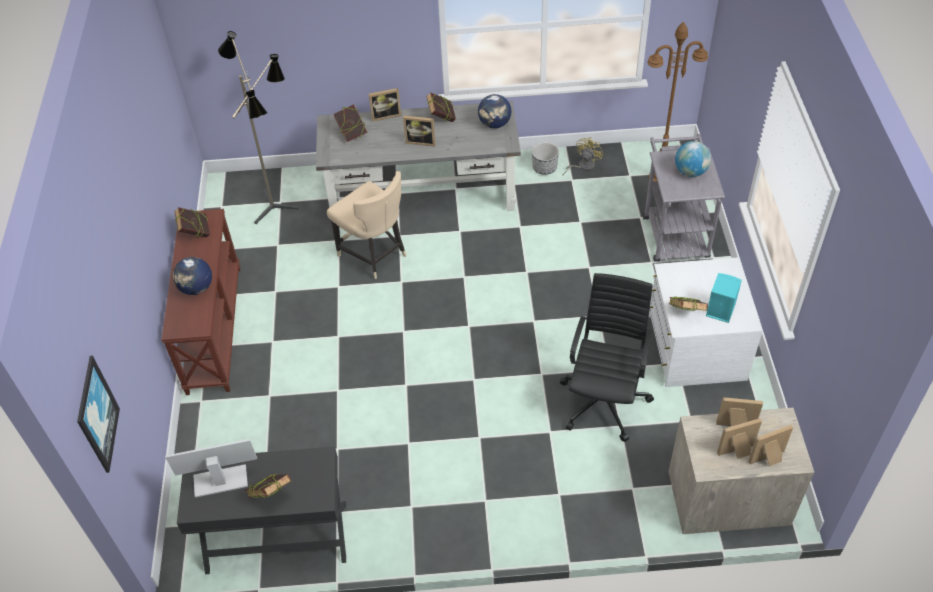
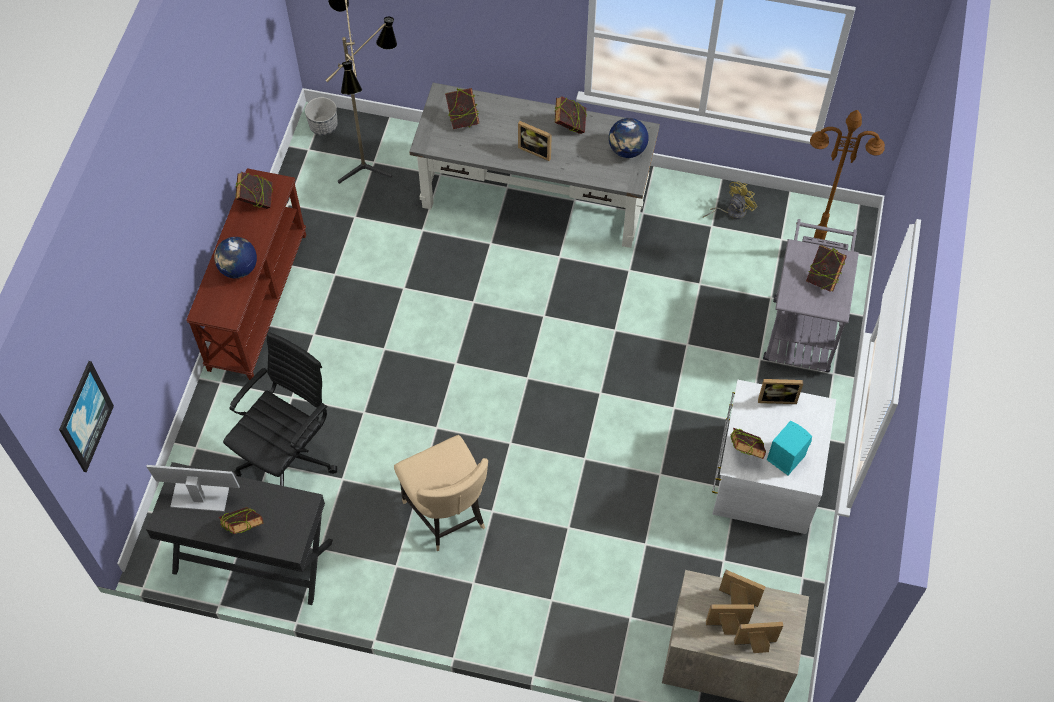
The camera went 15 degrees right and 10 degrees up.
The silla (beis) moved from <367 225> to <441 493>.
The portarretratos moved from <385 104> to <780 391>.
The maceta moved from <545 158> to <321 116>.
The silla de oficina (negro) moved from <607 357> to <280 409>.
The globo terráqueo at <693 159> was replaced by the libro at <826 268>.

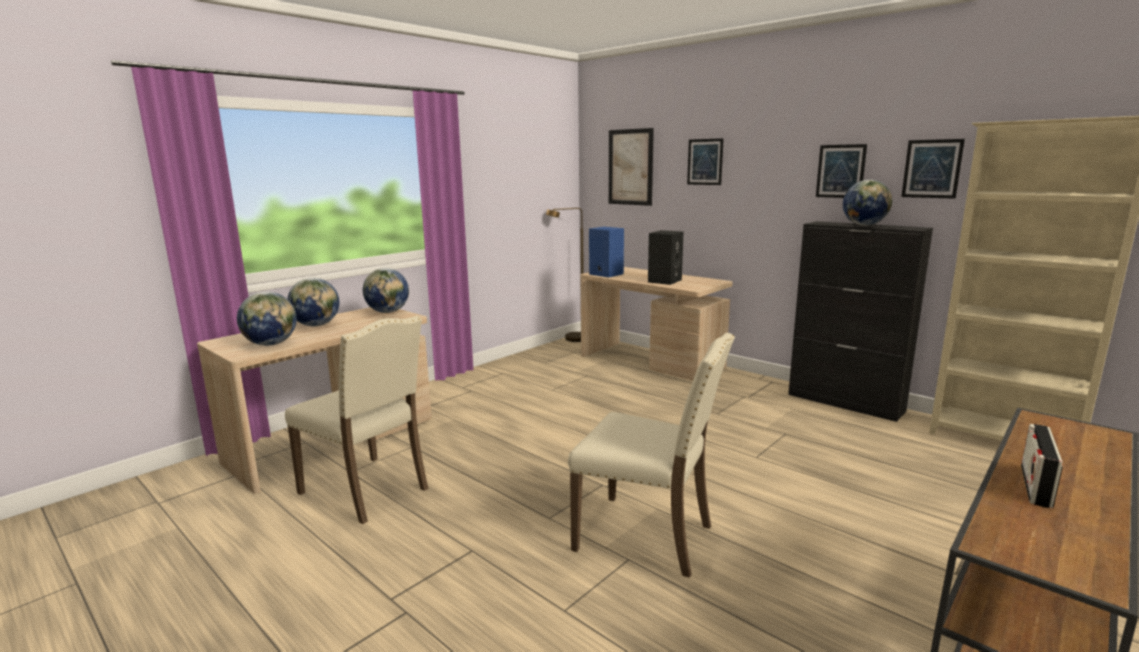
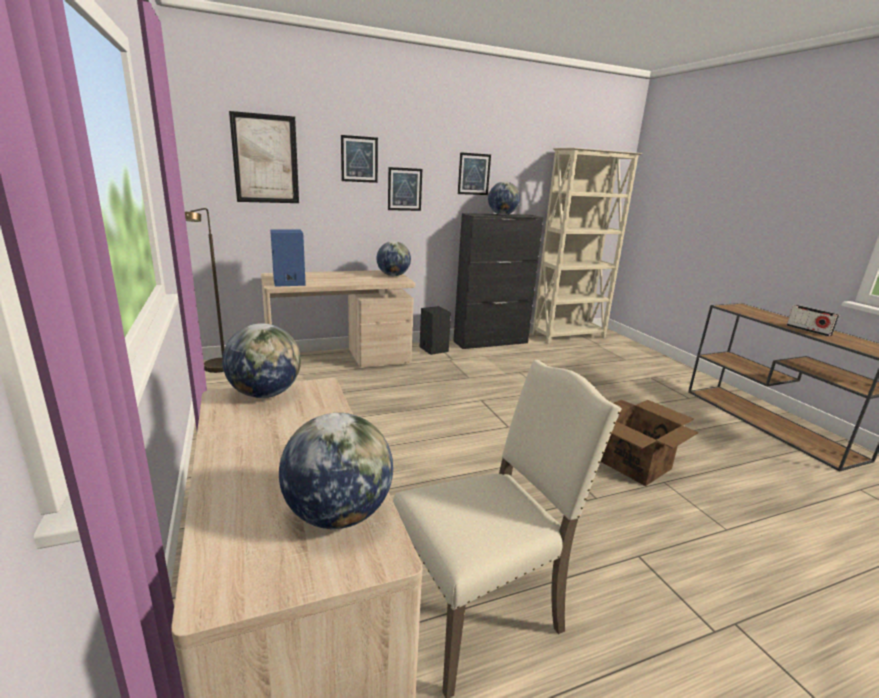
The camera went 65 degrees left and 5 degrees up.
The globo terráqueo moved from <313 302> to <394 258>.
The altavoz (negro) moved from <666 257> to <435 330>.
The cuadro moved from <933 169> to <405 189>.
The silla (beis) at <651 455> was replaced by the caja de cartón at <649 443>.

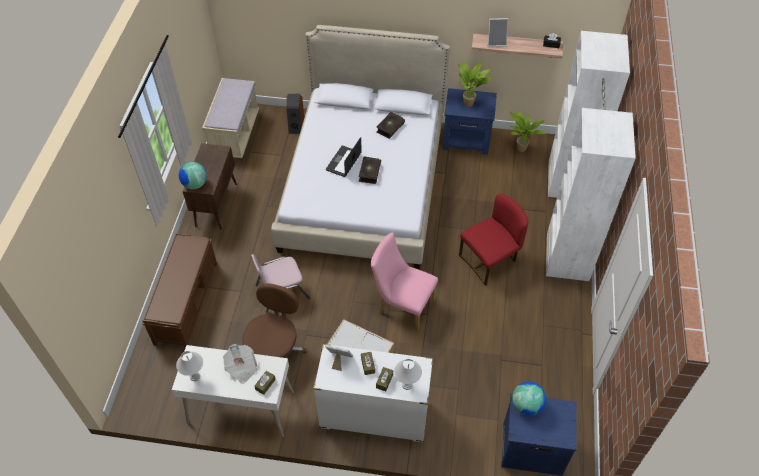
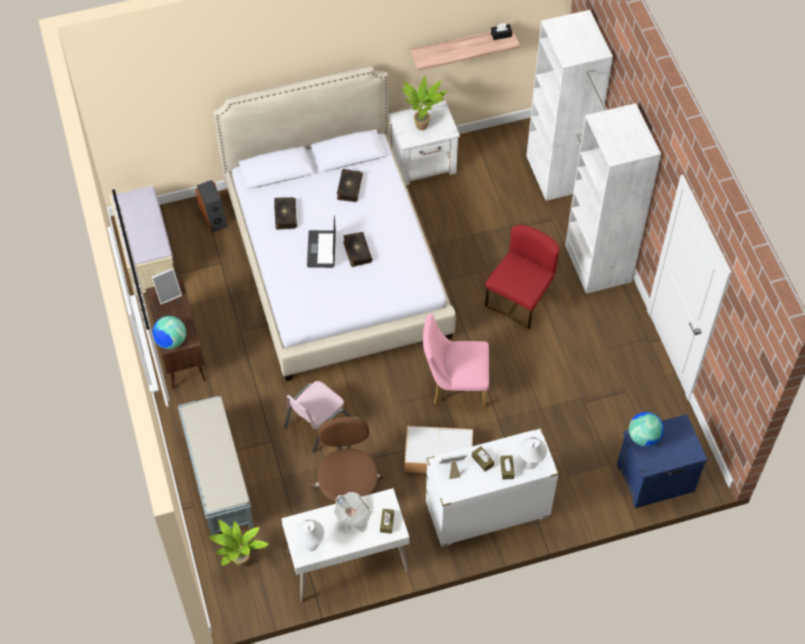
The camera went 25 degrees left and 5 degrees up.
The libro at <285 213> appeared.
The portarretratos moved from <498 32> to <166 286>.
The planta en maceta moved from <528 131> to <239 543>.
The banco (marrón) at <179 290> became the banco (gris) at <216 466>.
The mesita de noche (azul) at <469 121> became the mesita de noche (blanco) at <424 143>.

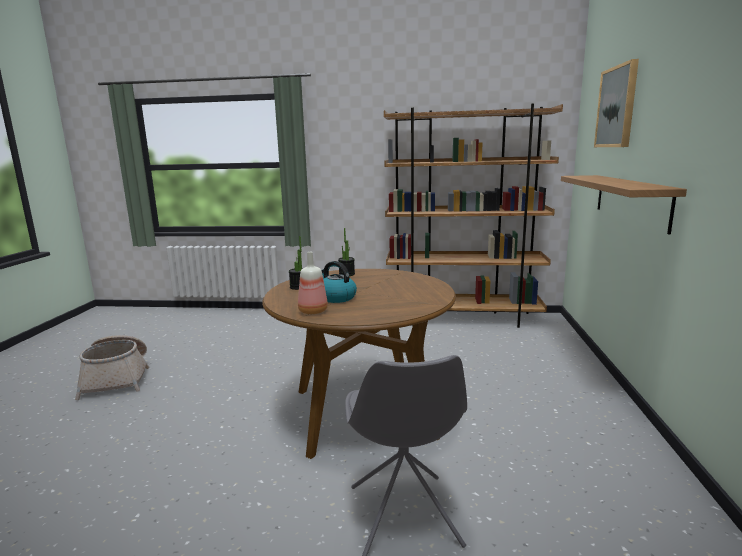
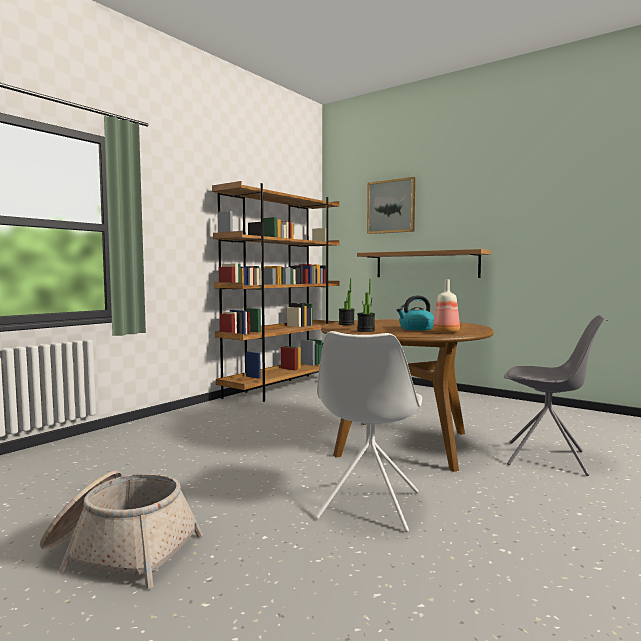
The camera went 60 degrees left and 10 degrees down.
The silla (blanco) at <368 431> appeared.

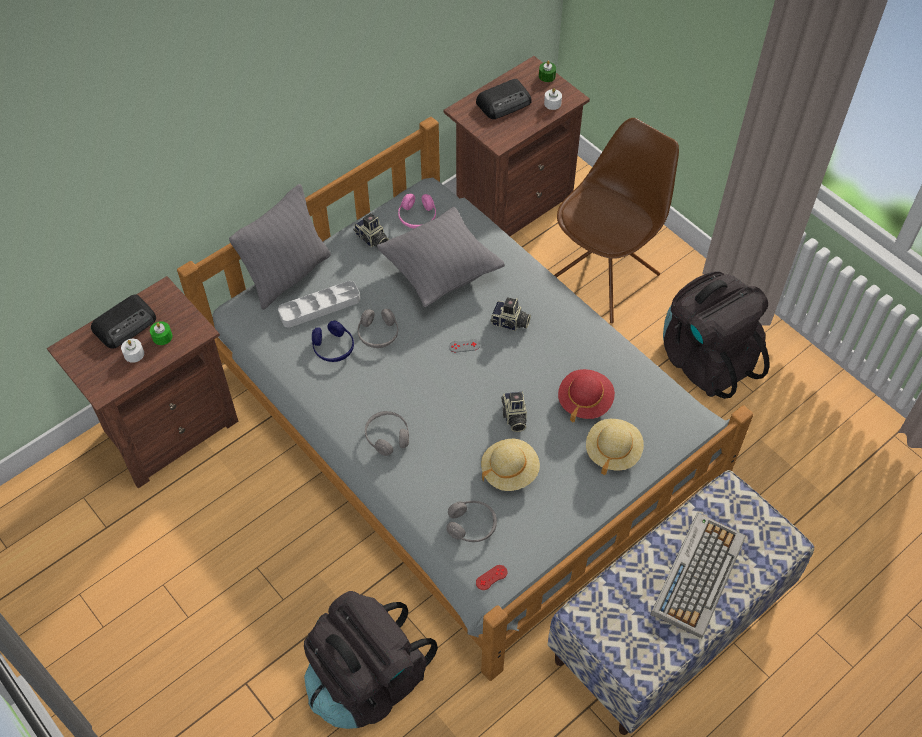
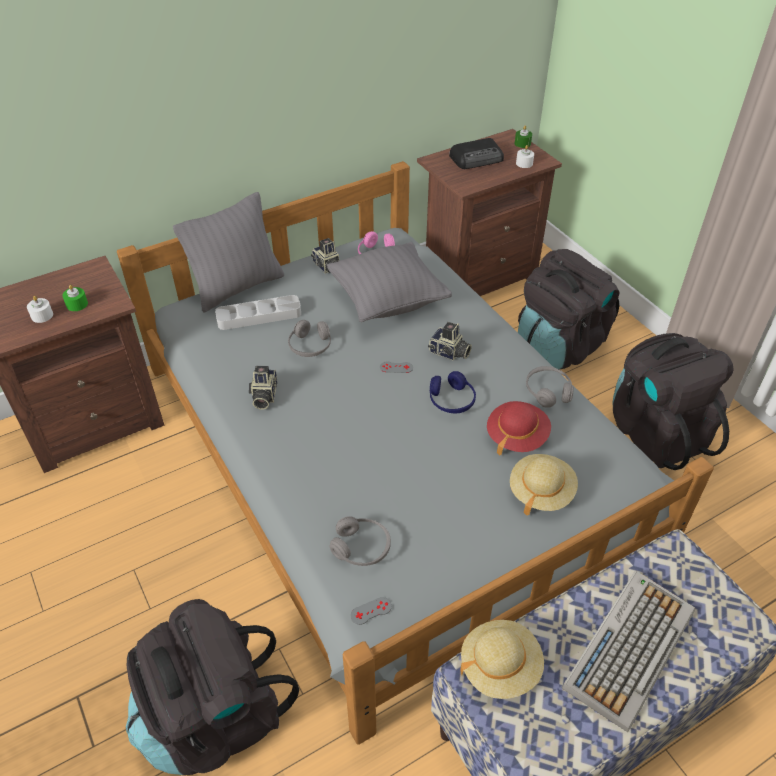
The camera went 10 degrees right and 10 degrees down.
The radio at <123 321> disappeared.
The auriculares (azul) moved from <333 341> to <453 392>.
The auriculares (gris) moved from <387 433> to <550 387>.
The sombrero (beis) moved from <510 465> to <502 659>.
The cámara moved from <514 411> to <263 388>.
The silla (marrón) at <616 220> was replaced by the mochila (negro) at <568 309>.
The mando de consola (rojo) at <491 577> became the mando de consola (gris) at <371 611>.

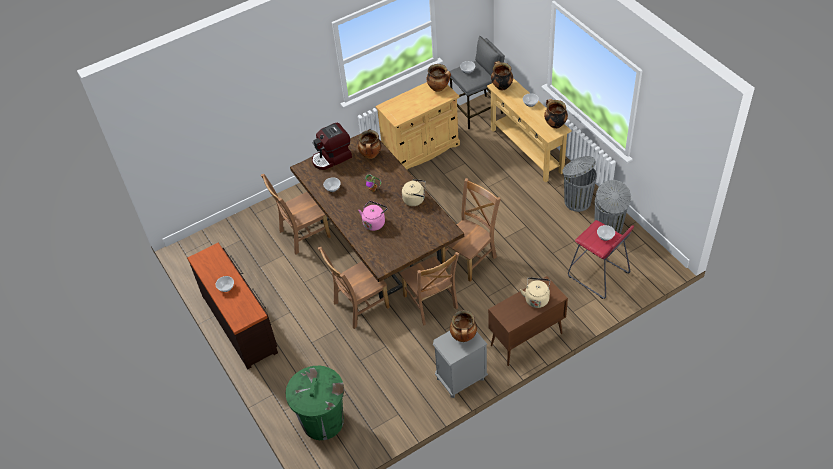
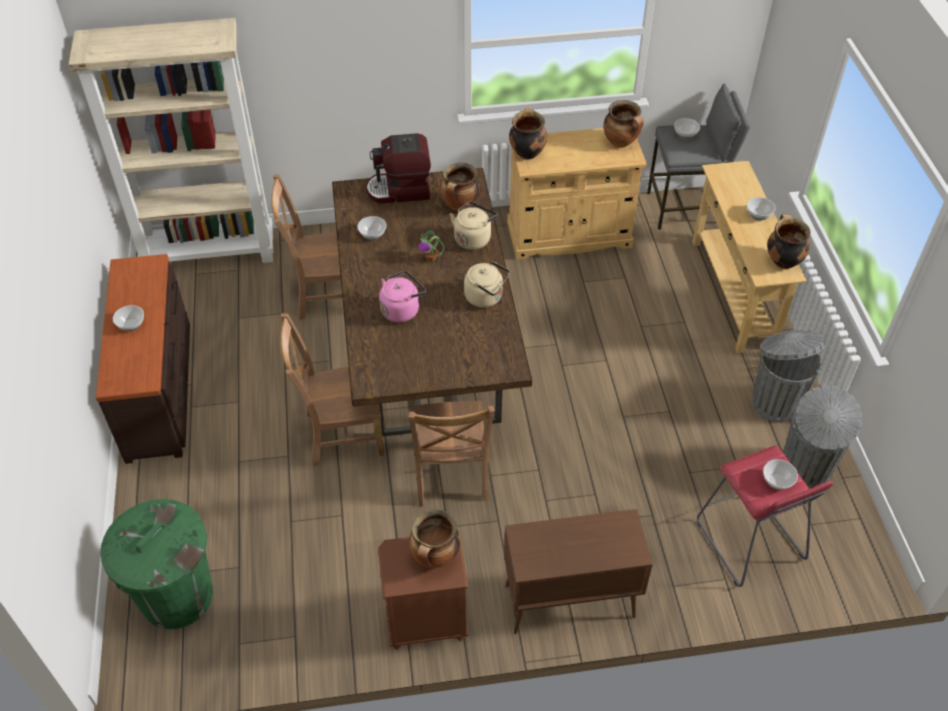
The camera went 20 degrees right and 0 degrees up.
The silla (marrón) at <471 230> disappeared.
The estantería (beis) at <171 140> appeared.
The olla moved from <502 76> to <528 133>.
The hervidor (beis) moved from <535 292> to <473 225>.
The mesita de noche (gris) at <460 364> became the mesita de noche (marrón) at <423 593>.

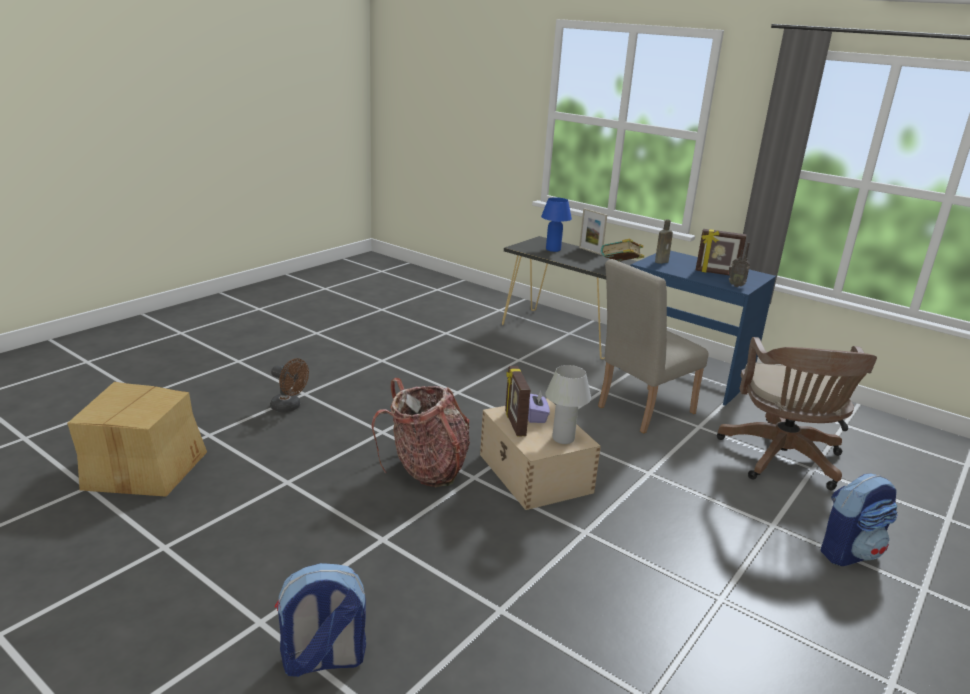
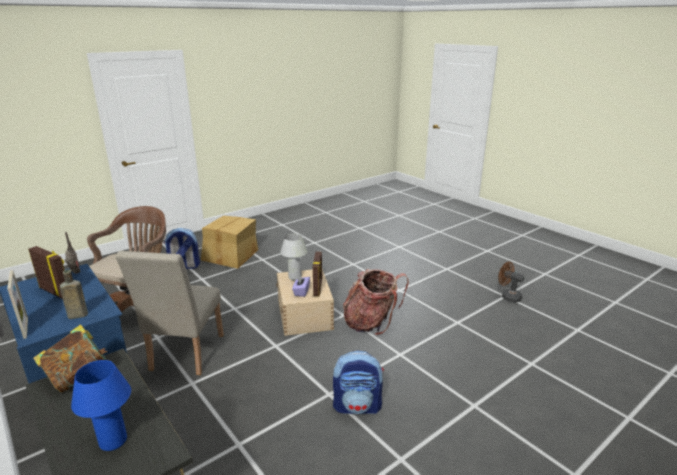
The camera went 165 degrees left and 0 degrees up.
The caja de cartón moved from <137 439> to <229 242>.
The ventilador (marrón) moved from <289 385> to <511 282>.
The mochila moved from <320 620> to <358 382>.
The portarretratos moved from <593 231> to <17 304>.
The silla (beis) at <653 346> turned 120 degrees clockwise.

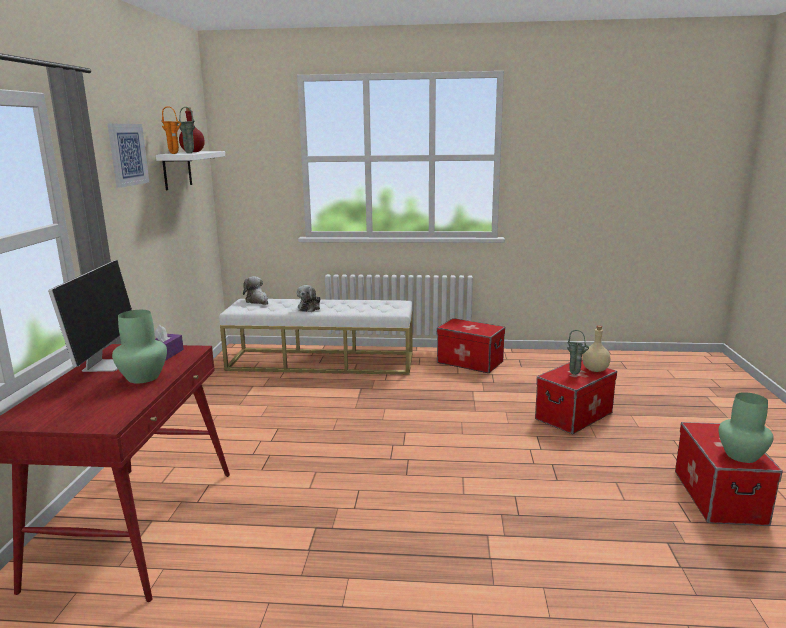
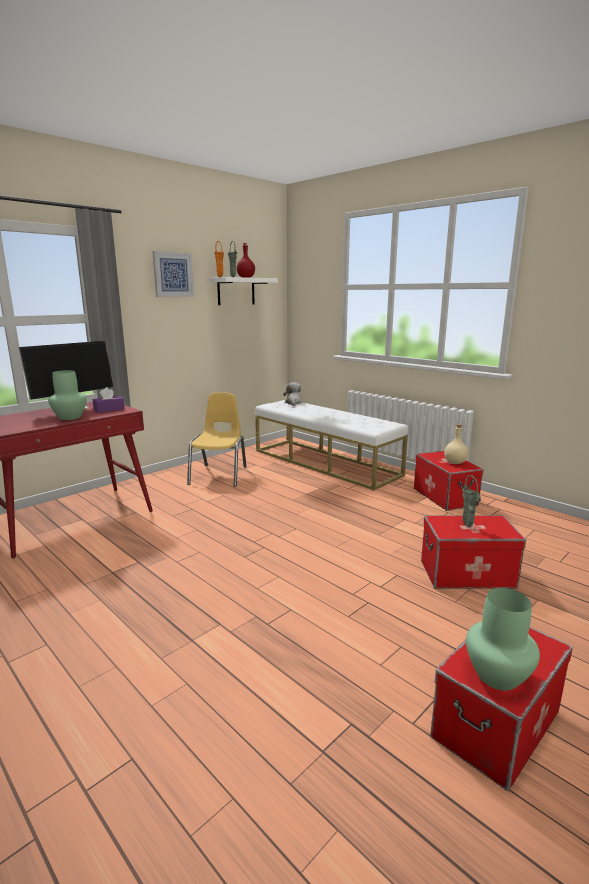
The camera went 40 degrees right and 0 degrees up.
The peluche at <308 298> disappeared.
The silla (amarillo) at <216 439> appeared.
The botella (beis) moved from <596 349> to <456 444>.

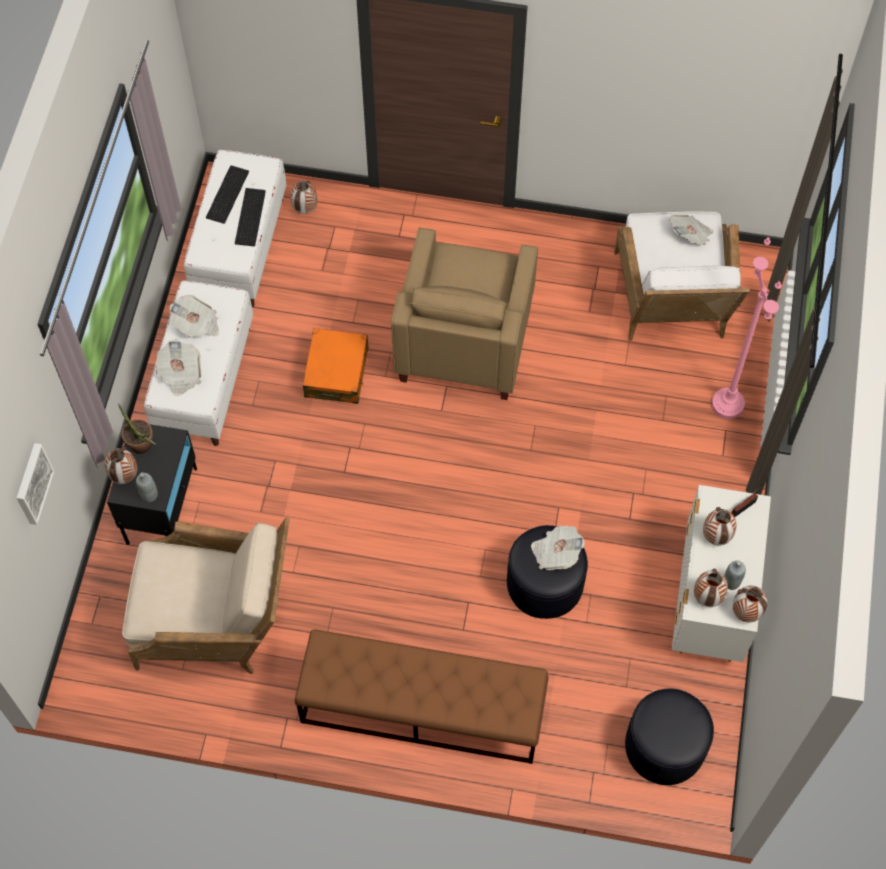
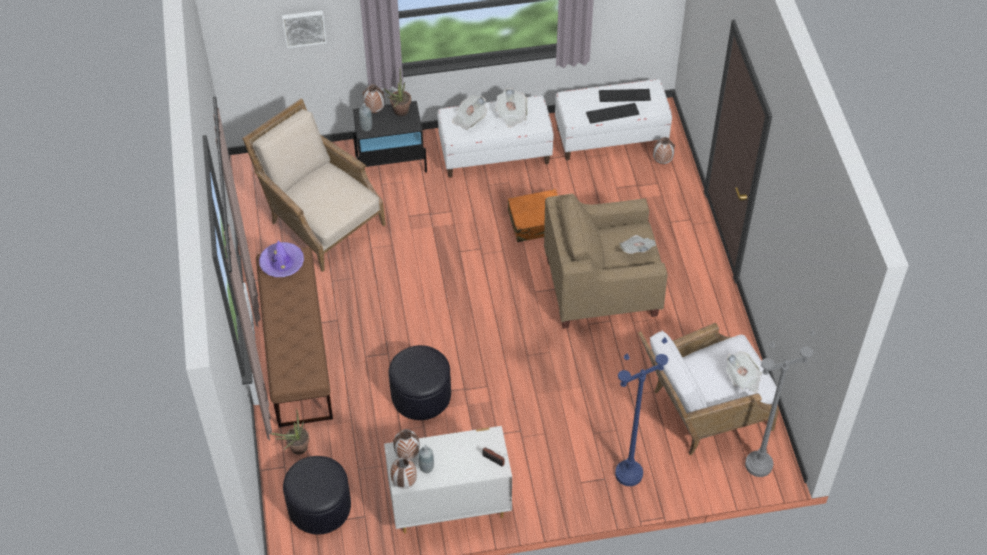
The camera went 70 degrees right and 10 degrees down.
The florero at <719 526> disappeared.
The sombrero (morado) at <281 258> appeared.
The planta en maceta at <289 431> appeared.
The lámpara de pie (gris) at <780 403> appeared.
The periódico moved from <558 547> to <637 244>.
The lámpara de pie (rosa) at <747 328> became the lámpara de pie (azul) at <641 411>.
The sillón (beis) at <206 595> turned 150 degrees clockwise.

